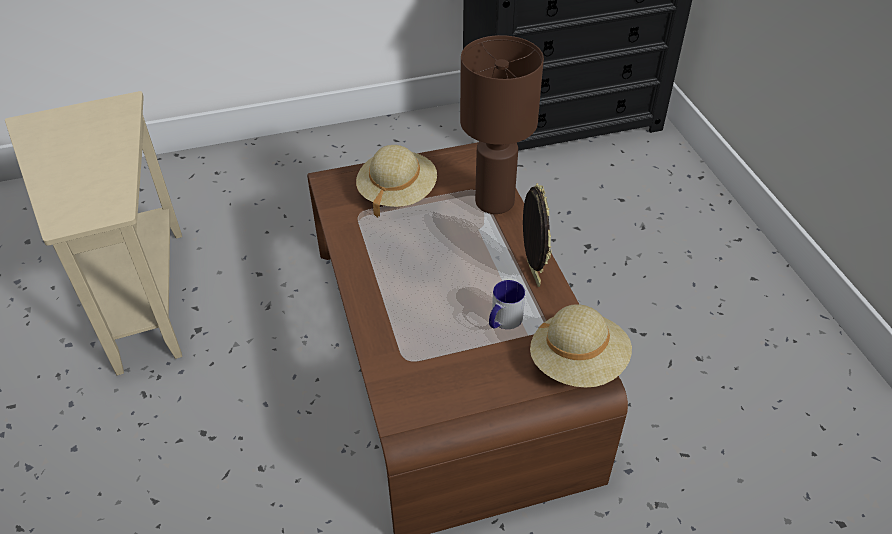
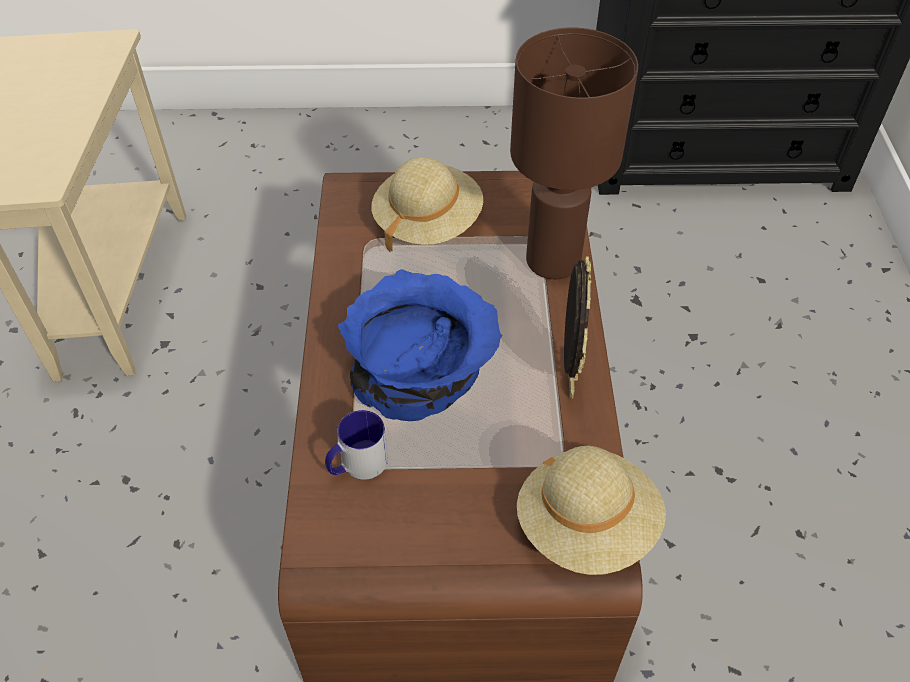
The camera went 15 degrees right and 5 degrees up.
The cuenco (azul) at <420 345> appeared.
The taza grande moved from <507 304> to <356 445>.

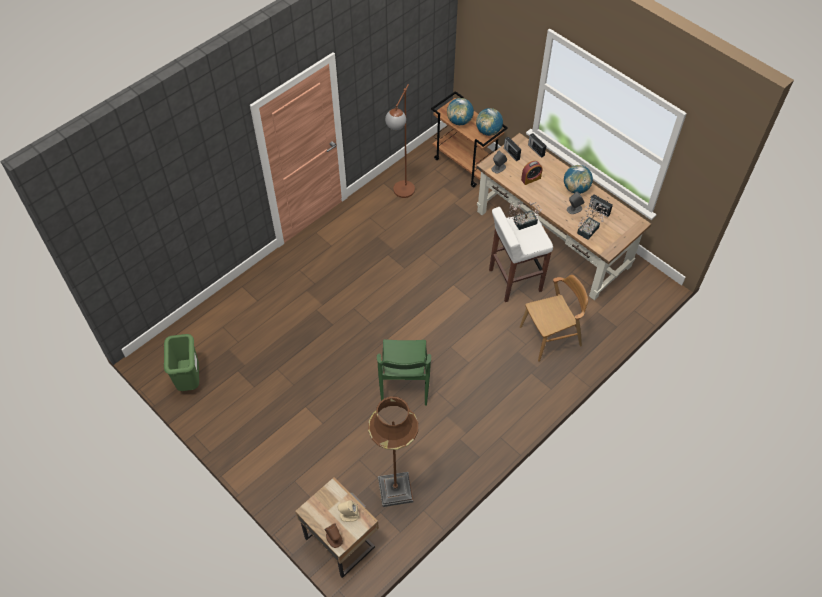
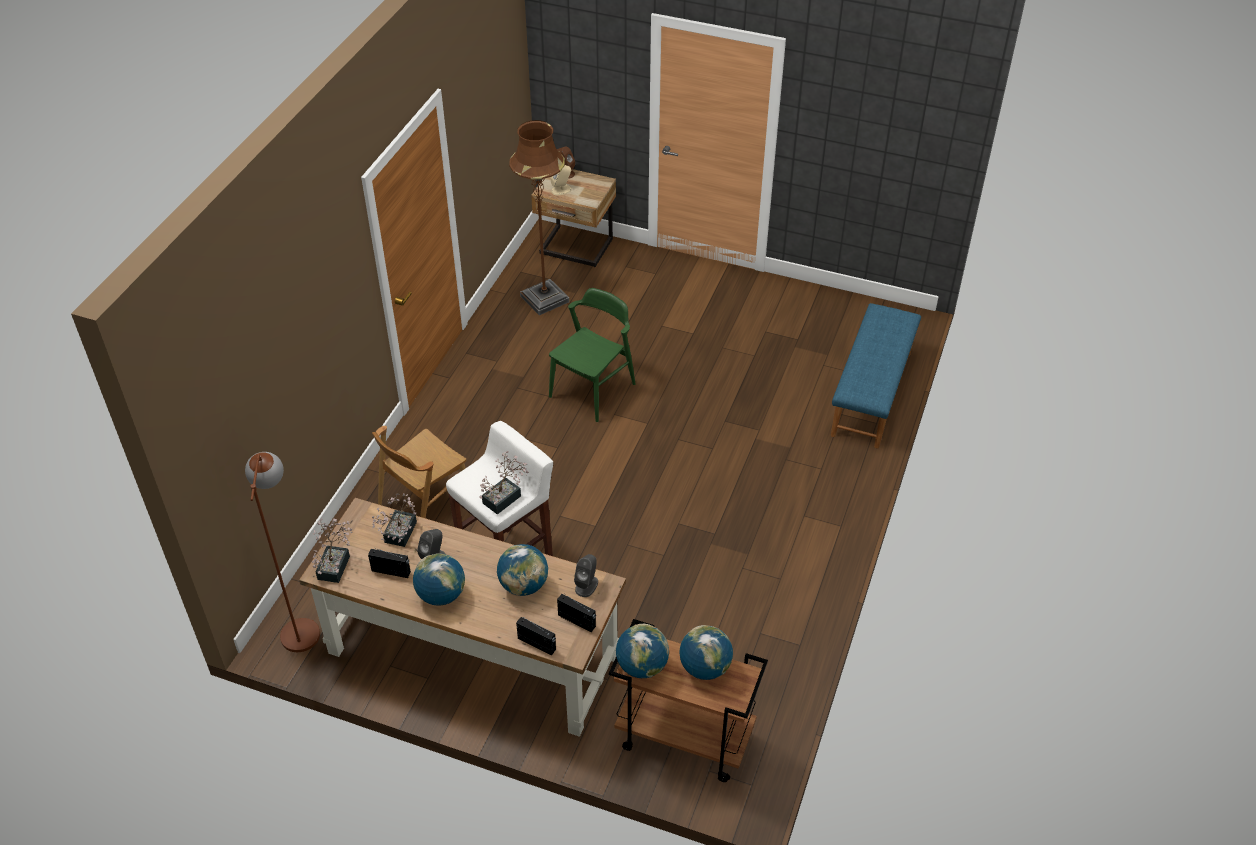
The camera went 155 degrees right and 10 degrees down.
The papelera (verde) at <181 362> disappeared.
The planta en maceta at <332 550> appeared.
The banco (azul) at <876 375> appeared.
The lámpara de pie (marrón) moved from <400 141> to <282 552>.
The despertador at <532 173> was replaced by the globo terráqueo at <522 570>.
The silla (verde) at <404 372> turned 60 degrees clockwise.

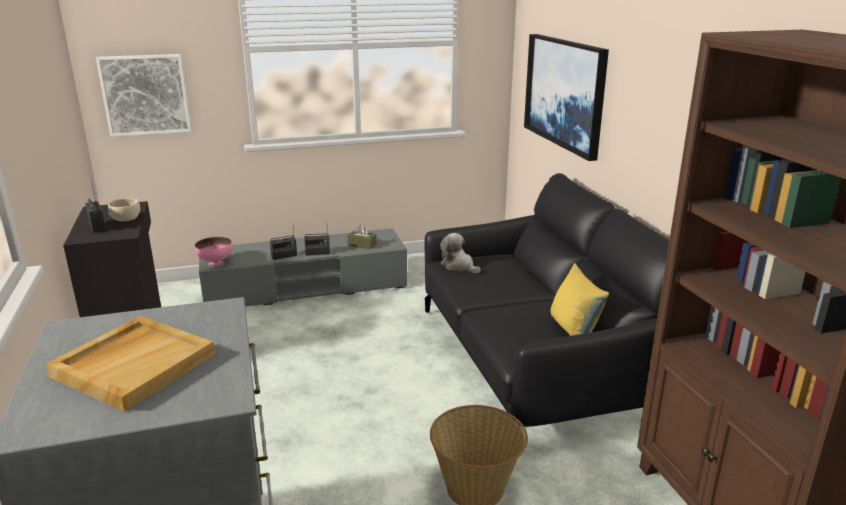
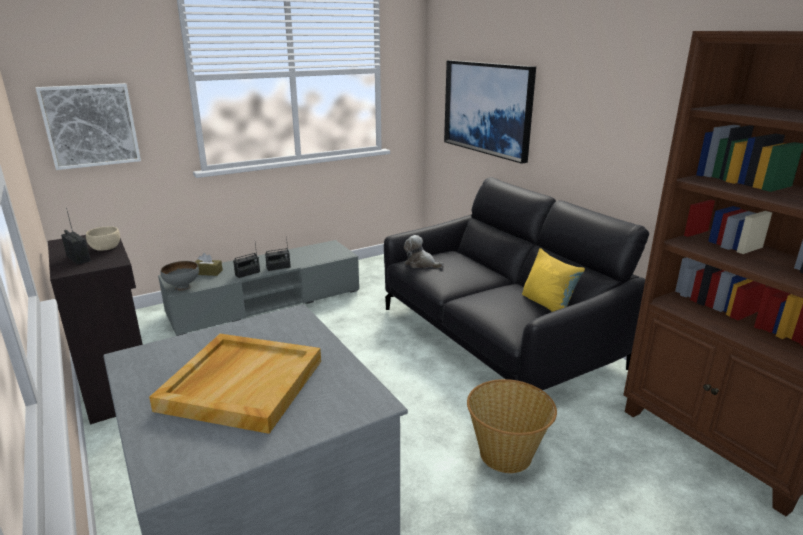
The camera went 15 degrees left and 0 degrees up.
The caja de pañuelos (marrón) moved from <362 237> to <209 264>.
The cuenco (rosa) at <213 252> became the cuenco (gris) at <180 276>.

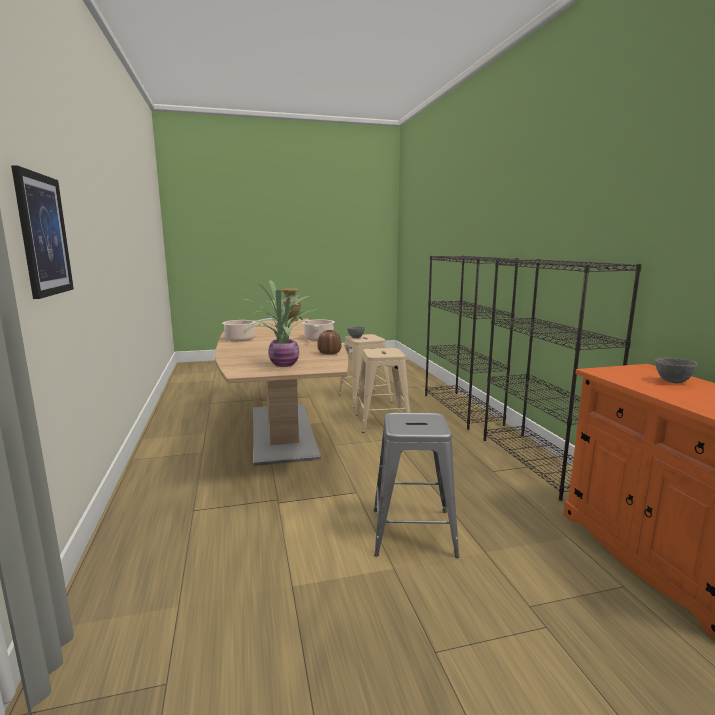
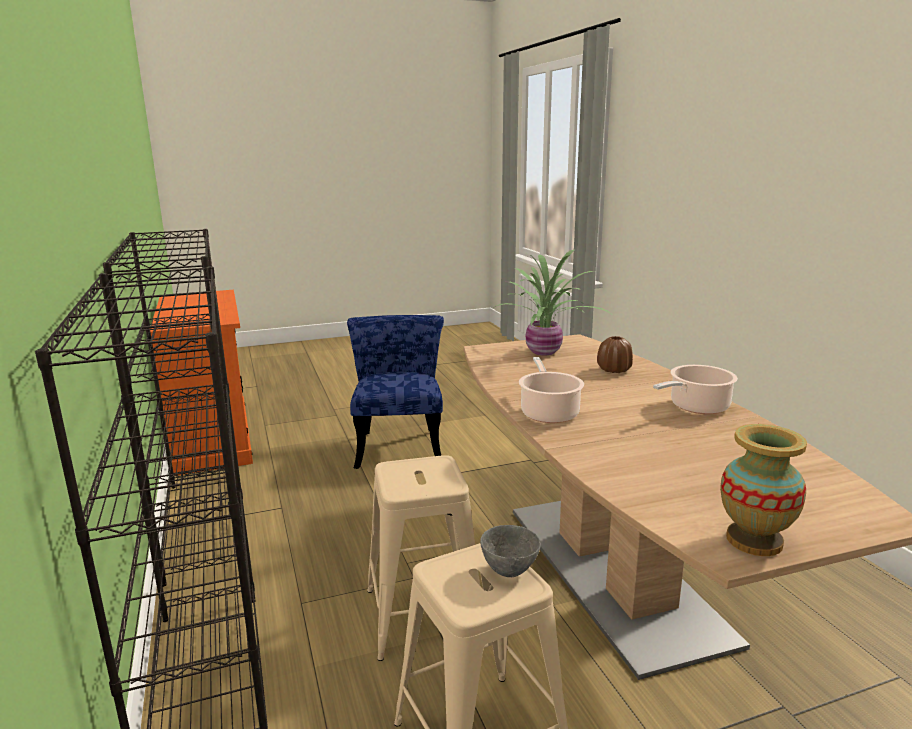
The camera went 175 degrees right and 5 degrees up.
The cuadro at <42 232> disappeared.
The cuenco (gris) at <676 370> disappeared.
The florero (marrón) moved from <329 342> to <615 354>.
The taburete (gris) at <416 485> was replaced by the silla (azul) at <395 392>.

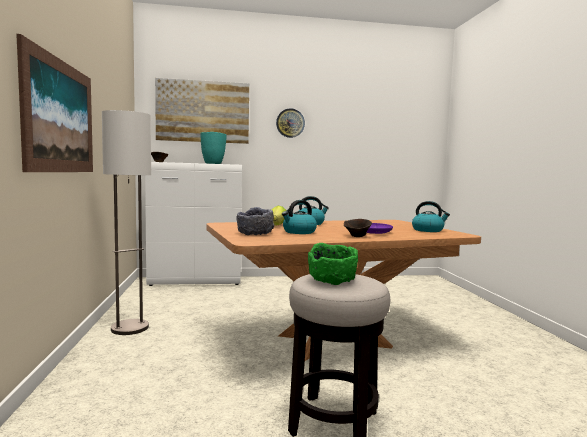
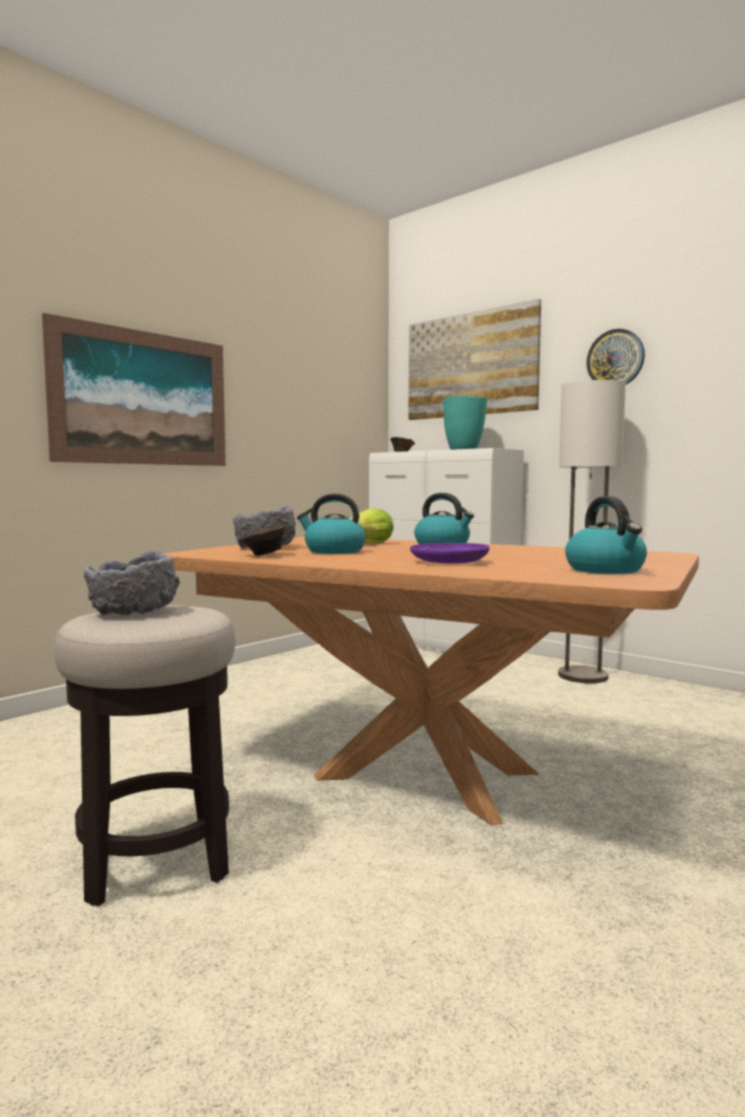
The camera went 50 degrees right and 0 degrees up.
The lámpara de pie moved from <126 222> to <592 531>.
The cuenco (marrón) moved from <358 228> to <263 540>.
The cuenco (verde) at <333 264> became the cuenco (gris) at <132 583>.

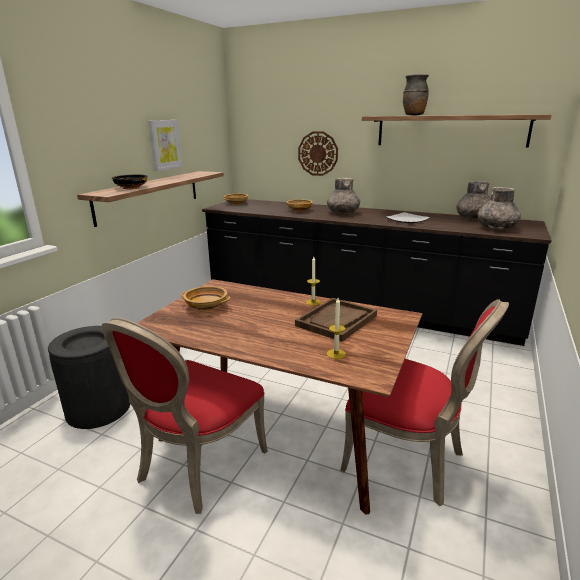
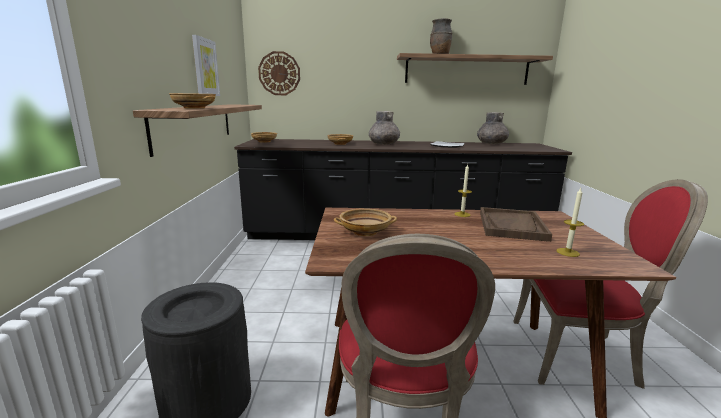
The camera went 25 degrees left and 5 degrees down.
The florero (gris) at <499 208> disappeared.
The reloj de pared moved from <318 153> to <279 73>.
The cuenco (negro) at <130 181> became the cuenco (beis) at <192 101>.

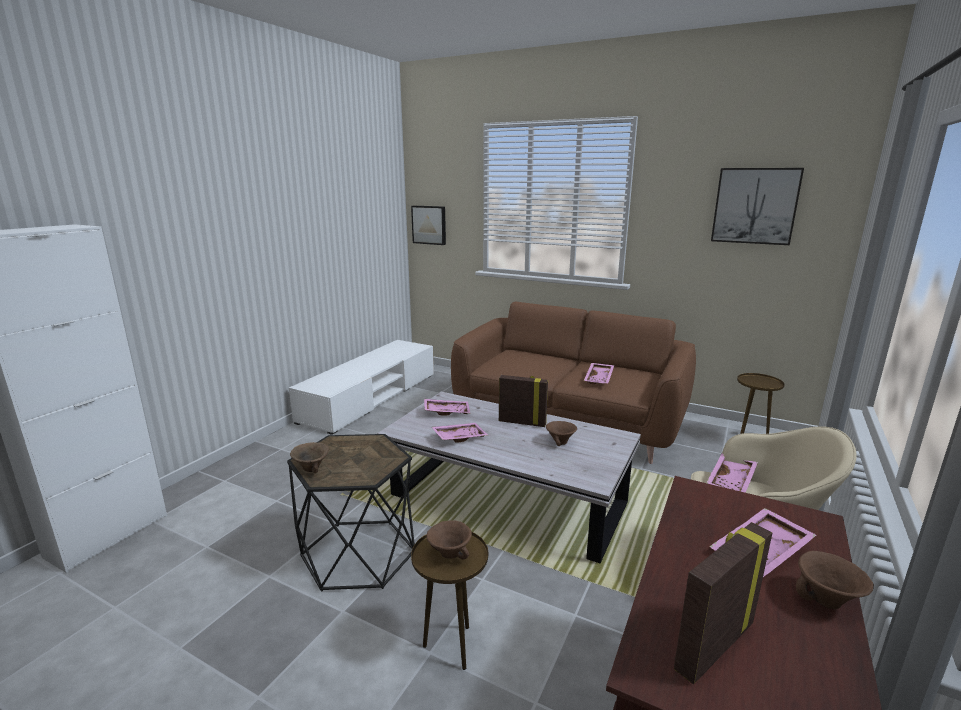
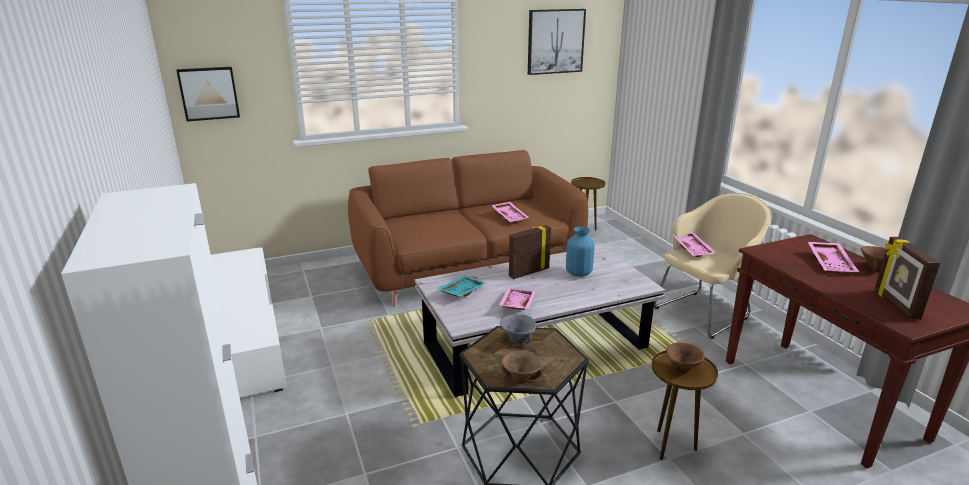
The camera went 50 degrees left and 5 degrees up.
The cuenco (gris) at <518 329> appeared.
The cuenco (marrón) at <561 433> was replaced by the florero (azul) at <580 251>.
The bandeja (rosa) at <447 407> became the bandeja (turquesa) at <461 286>.

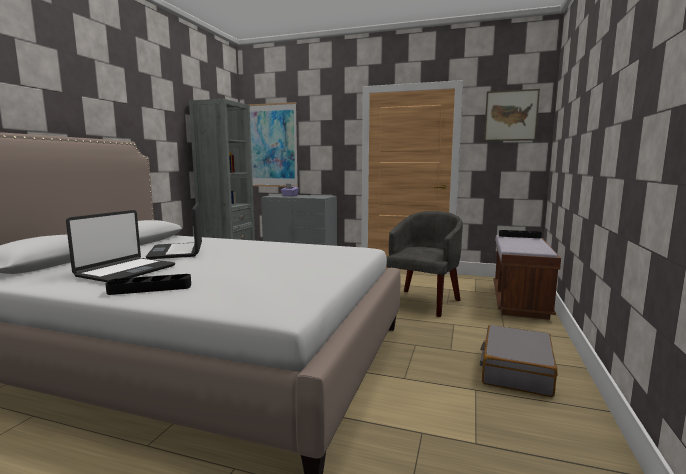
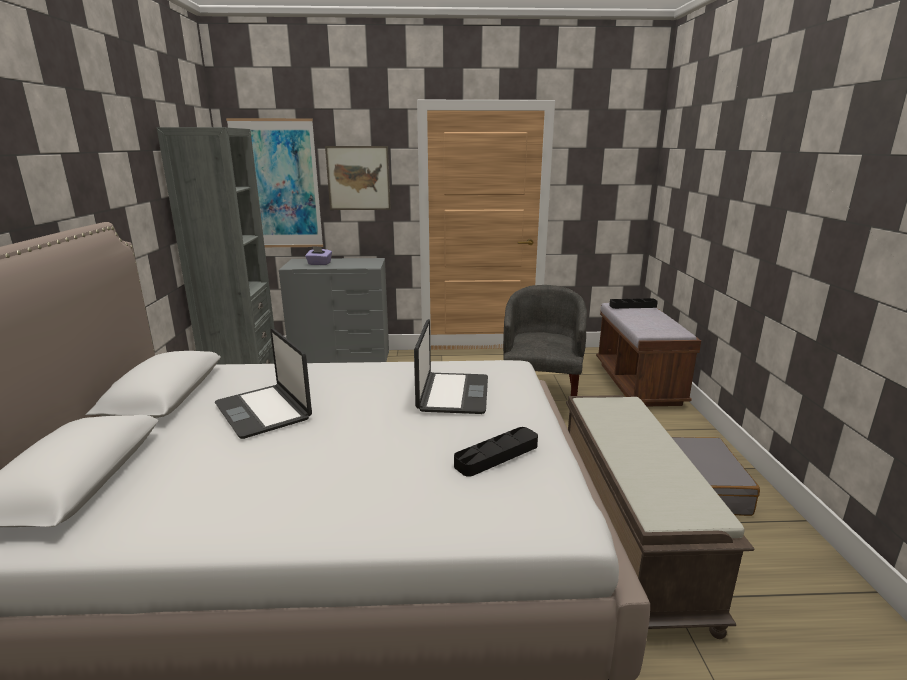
The camera went 20 degrees left and 10 degrees up.
The banco (marrón) at <660 517> appeared.
The portátil moved from <120 246> to <451 366>.
The bandeja (negro) moved from <148 284> to <496 452>.
The cuadro moved from <512 115> to <358 178>.

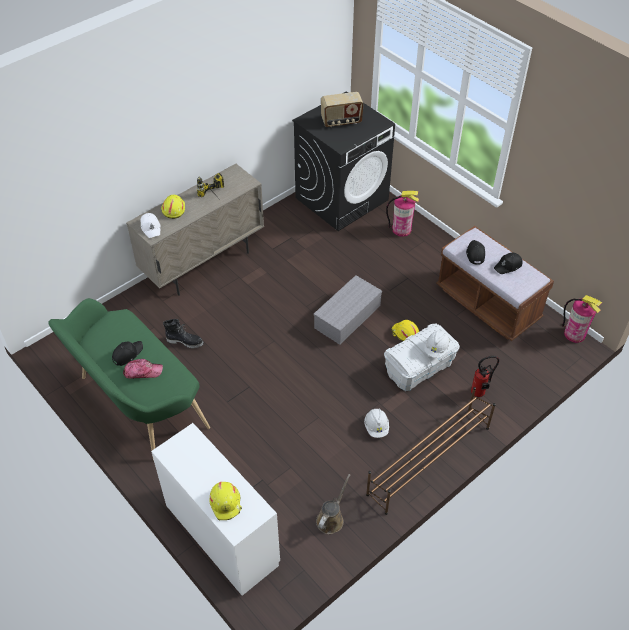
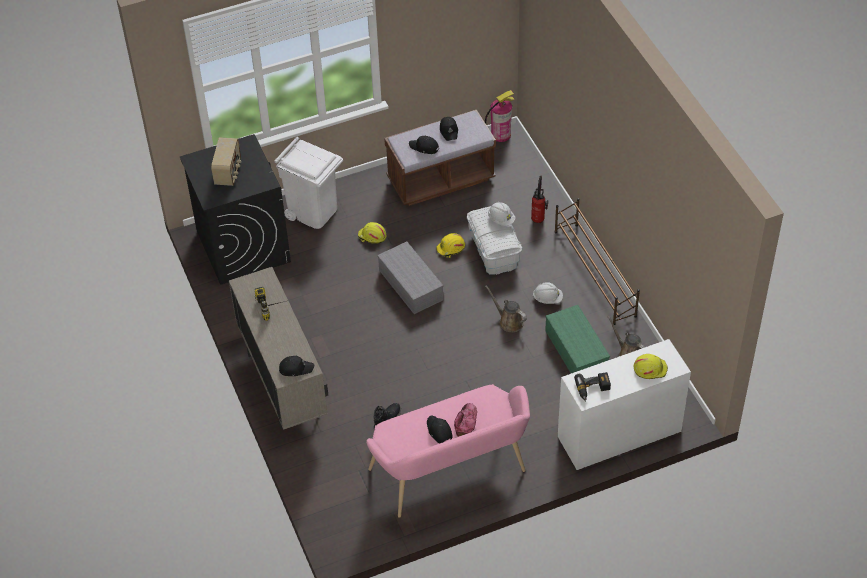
The camera went 70 degrees left and 0 degrees up.
The regadera (marrón) at <506 308> appeared.
The caja de almacenaje (verde) at <577 339> appeared.
The taladro at <592 387> appeared.
The casco (amarillo) moved from <173 207> to <372 233>.
The extintor at <402 214> was replaced by the papelera (blanco) at <308 183>.
The banco (verde) at <129 379> became the banco (rosa) at <448 451>.
The gorra (blanco) at <151 225> became the gorra (negro) at <296 366>.

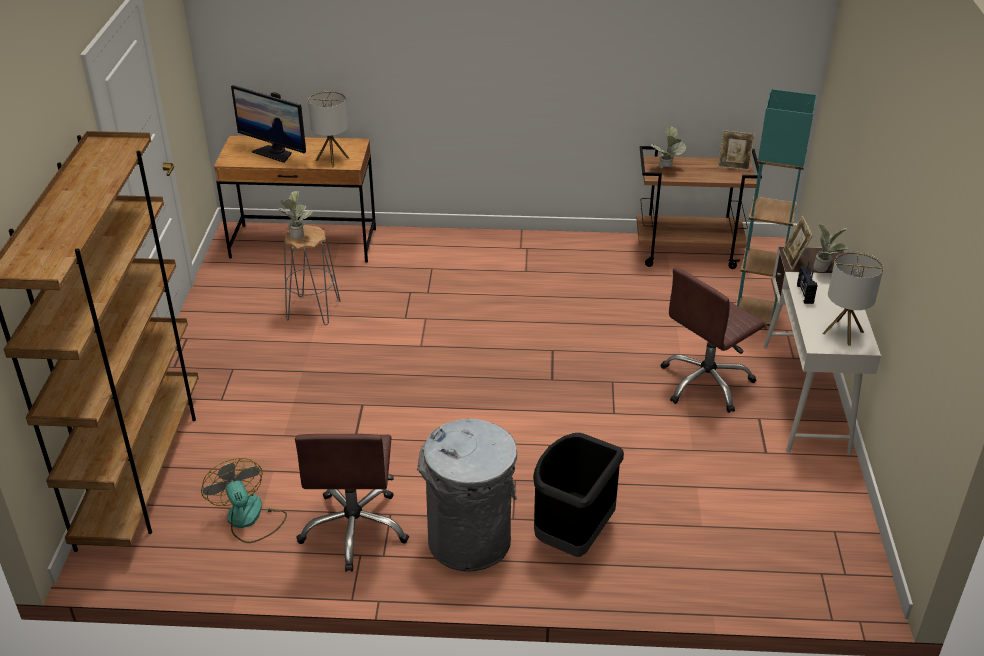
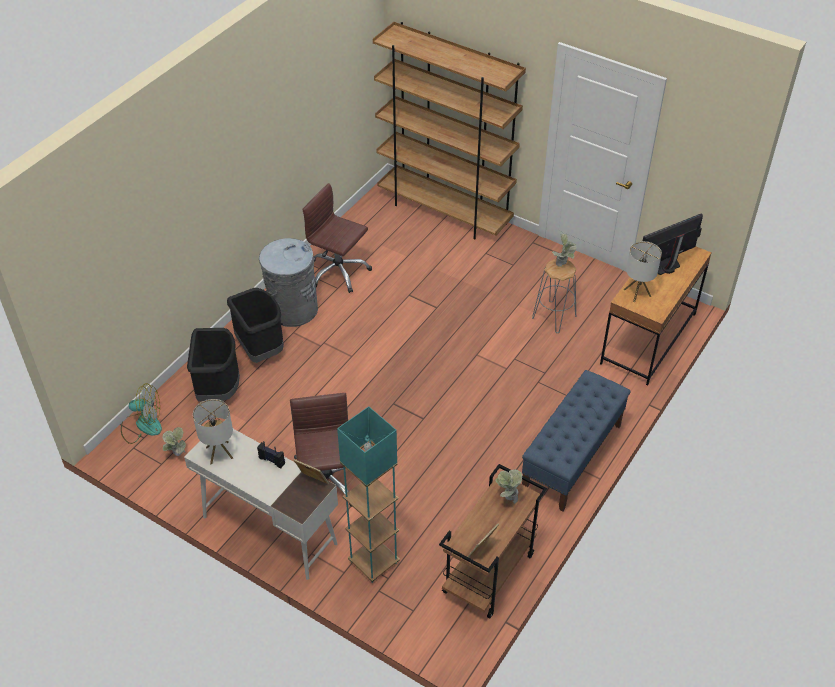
The camera went 120 degrees right and 10 degrees up.
The papelera (negro) at <213 365> appeared.
The banco (azul) at <576 441> appeared.
The ventilador moved from <244 500> to <141 413>.
The planta en maceta moved from <830 247> to <174 441>.

